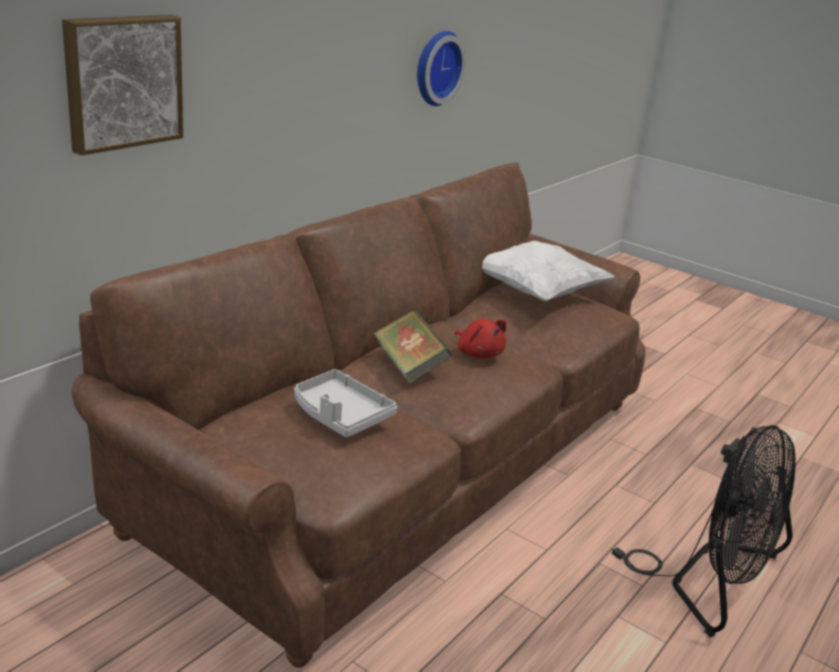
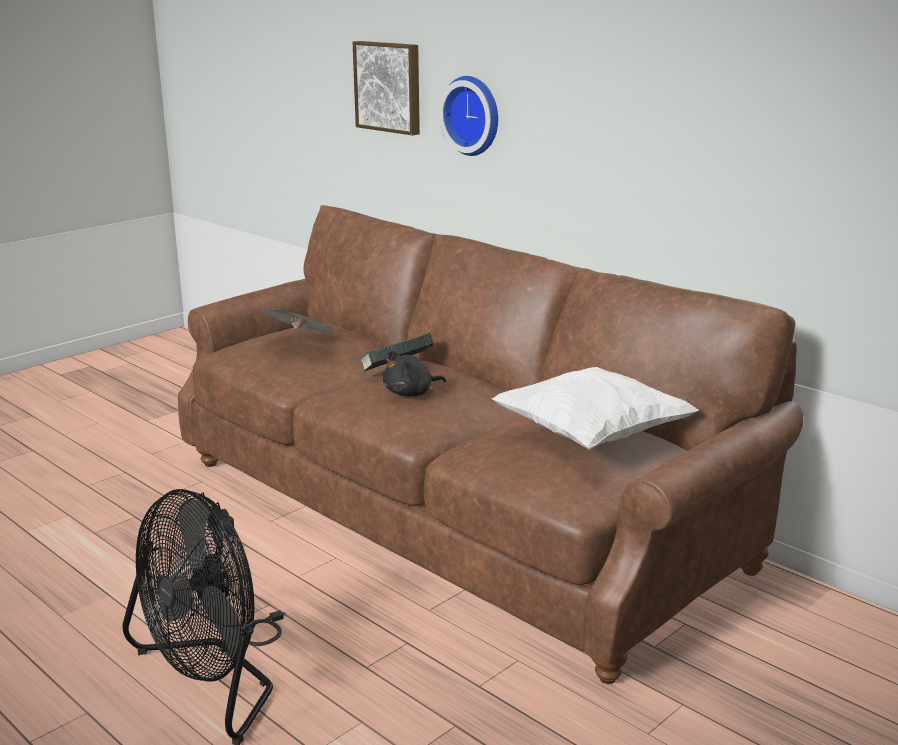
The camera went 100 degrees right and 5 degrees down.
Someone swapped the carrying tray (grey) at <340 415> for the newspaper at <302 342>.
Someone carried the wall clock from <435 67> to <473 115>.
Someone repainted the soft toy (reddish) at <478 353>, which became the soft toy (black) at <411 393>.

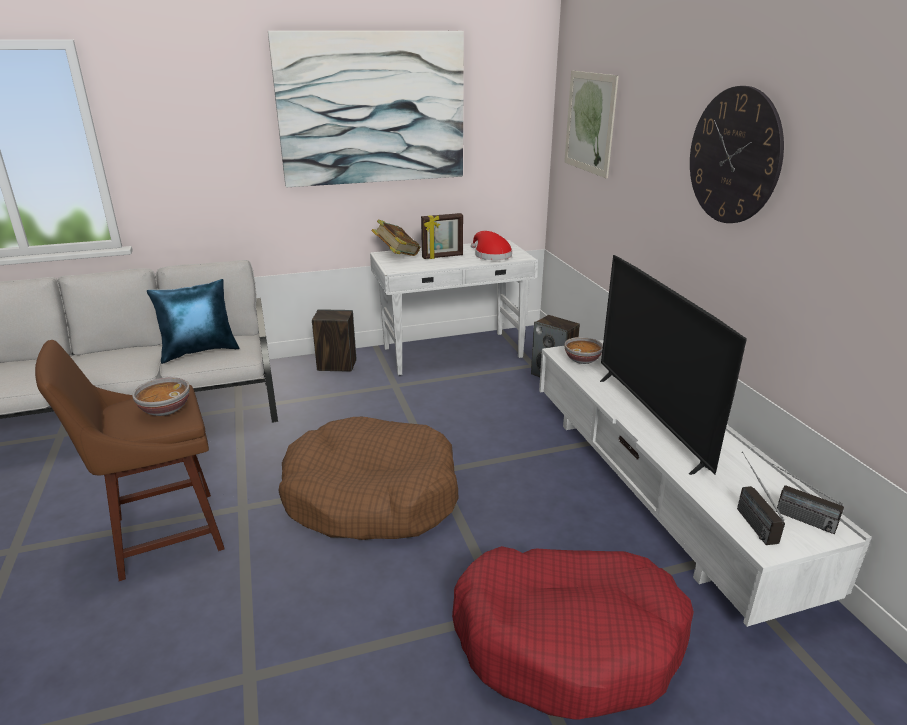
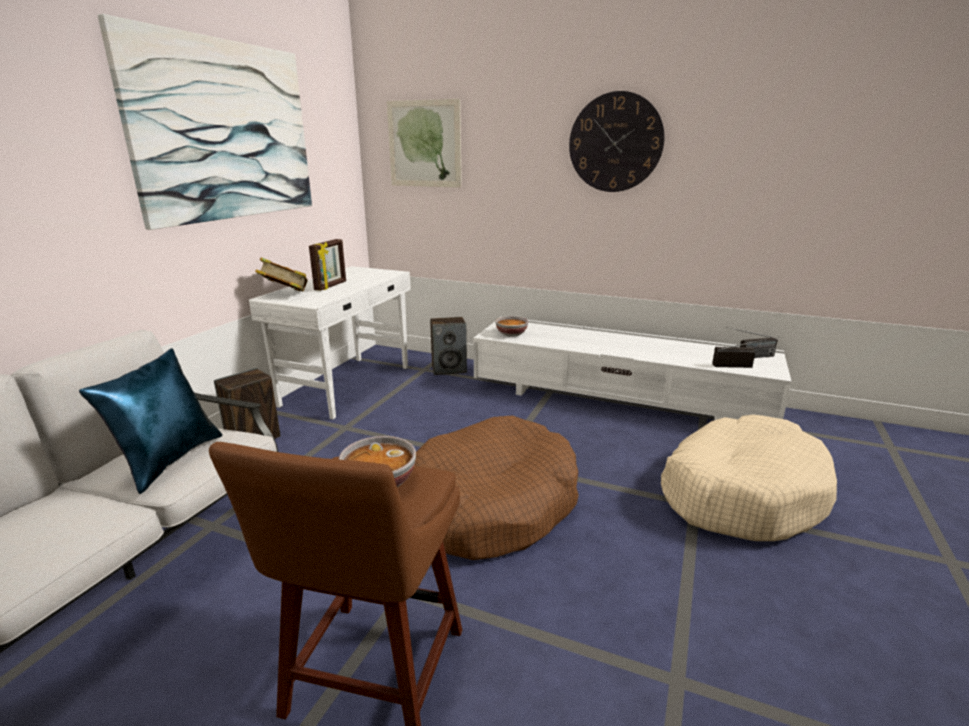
The camera went 50 degrees left and 5 degrees down.
Someone repainted the dog cushion (reddish) at <568 641>, which became the dog cushion (sand-coloured) at <740 493>.
Someone took away the clothing hat (reddish) at <491 255>.
Someone took away the TV at <651 420>.
Someone rotated the radio at <747 516> by 150 degrees clockwise.

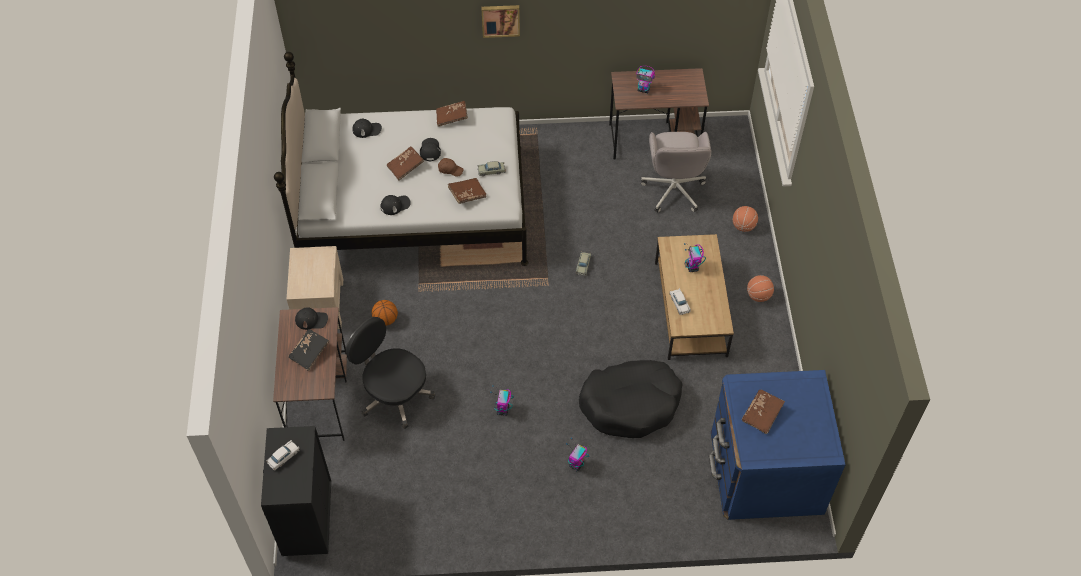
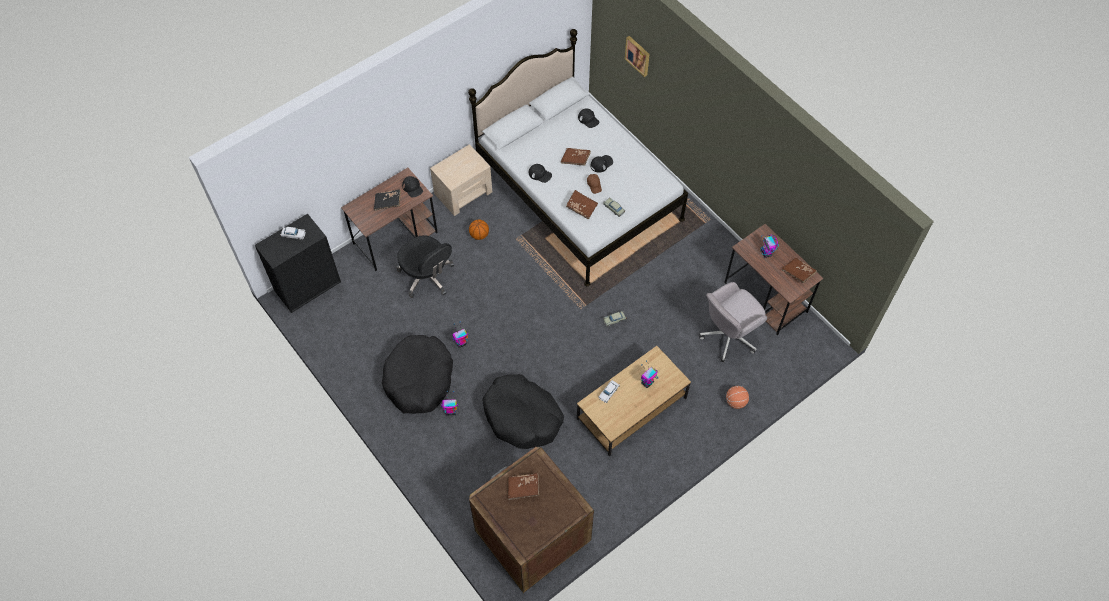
The camera went 55 degrees right and 5 degrees up.
Someone rotated the computer chair (black) at <394 395> by 135 degrees clockwise.
Someone carried the volume (brownish) from <452 117> to <798 273>.
Someone carried the wall picture from <500 20> to <638 55>.
Someone repainted the drawer chest (blue) at <764 471>, which became the drawer chest (brownish) at <530 533>.
Someone took away the basketball ball at <758 296>.
Someone put down the dog cushion (black) at <419 379>.

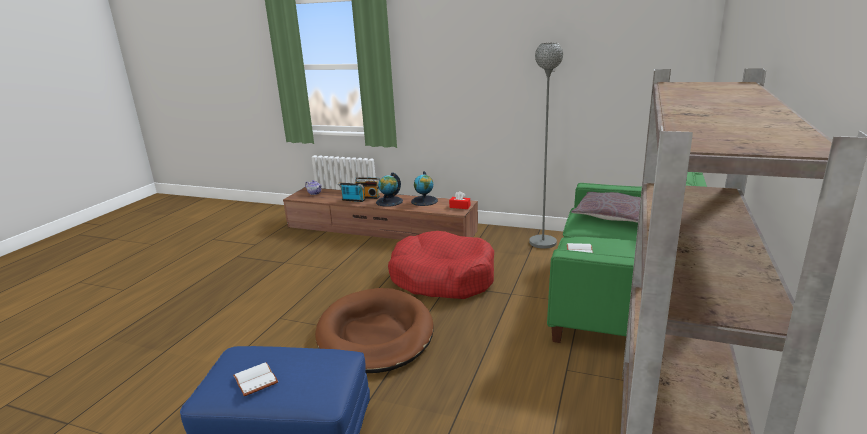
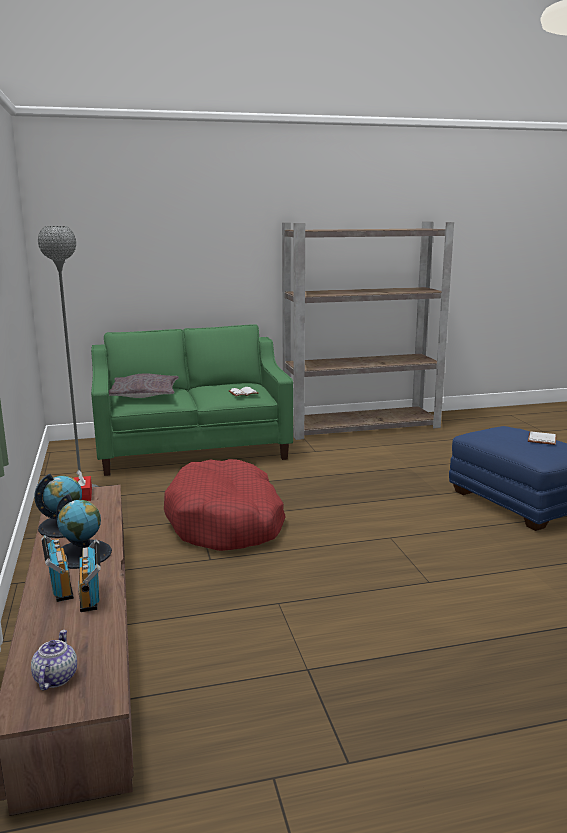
The camera went 125 degrees left and 5 degrees down.
Someone took away the dog cushion (brownish) at <375 334>.

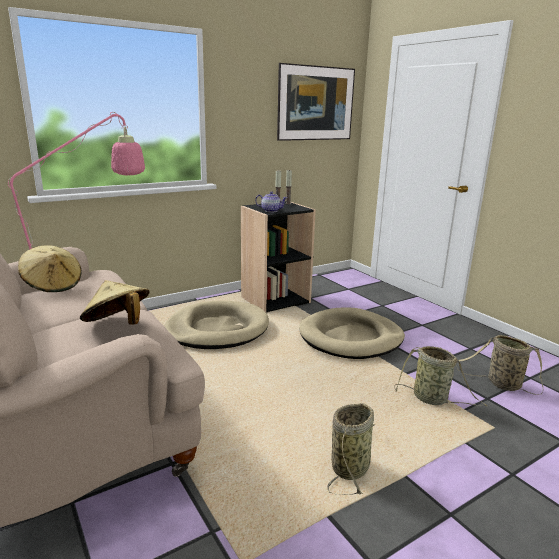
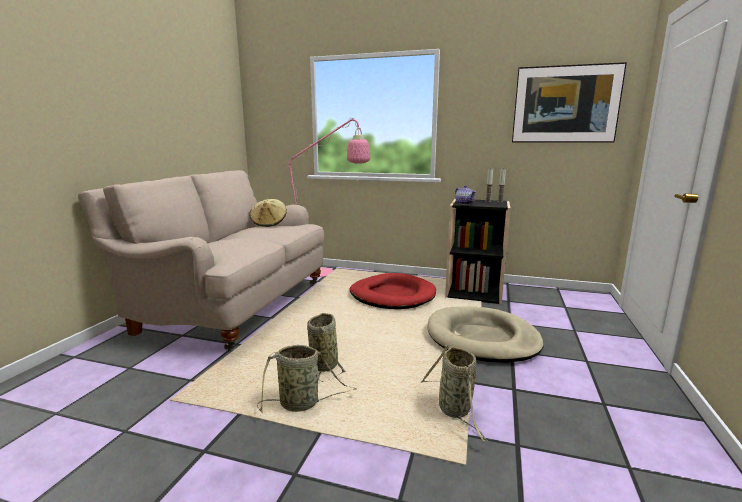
The camera went 50 degrees right and 5 degrees down.
Someone took away the clothing hat (sand-coloured) at <118 325>.
Someone repainted the dog cushion (sand-coloured) at <217 329>, which became the dog cushion (reddish) at <392 295>.
Someone carried the storage basket from <501 384> to <324 364>.

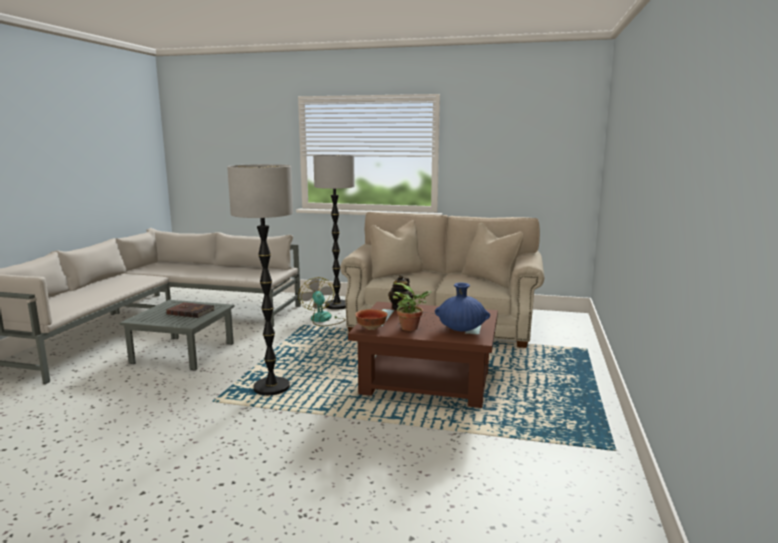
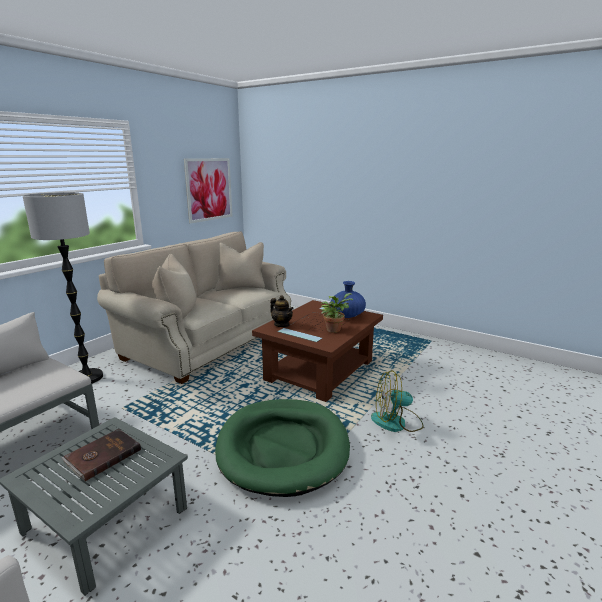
The camera went 70 degrees left and 5 degrees up.
Someone swapped the floor lamp at <272 388> for the dog cushion (green) at <283 448>.
Someone carried the cooling fan from <323 320> to <396 422>.
Someone took away the serving bowl at <371 328>.
Someone put up the wall picture at <209 189>.

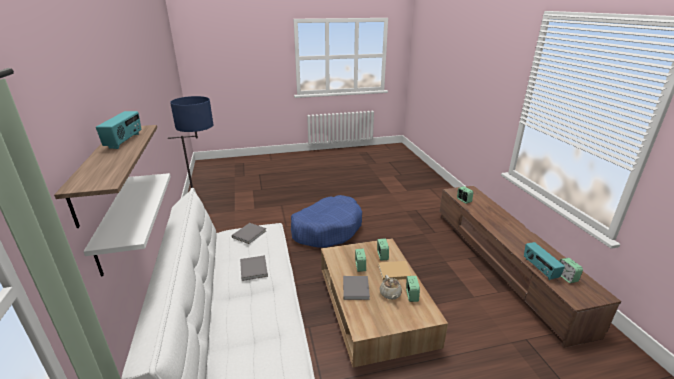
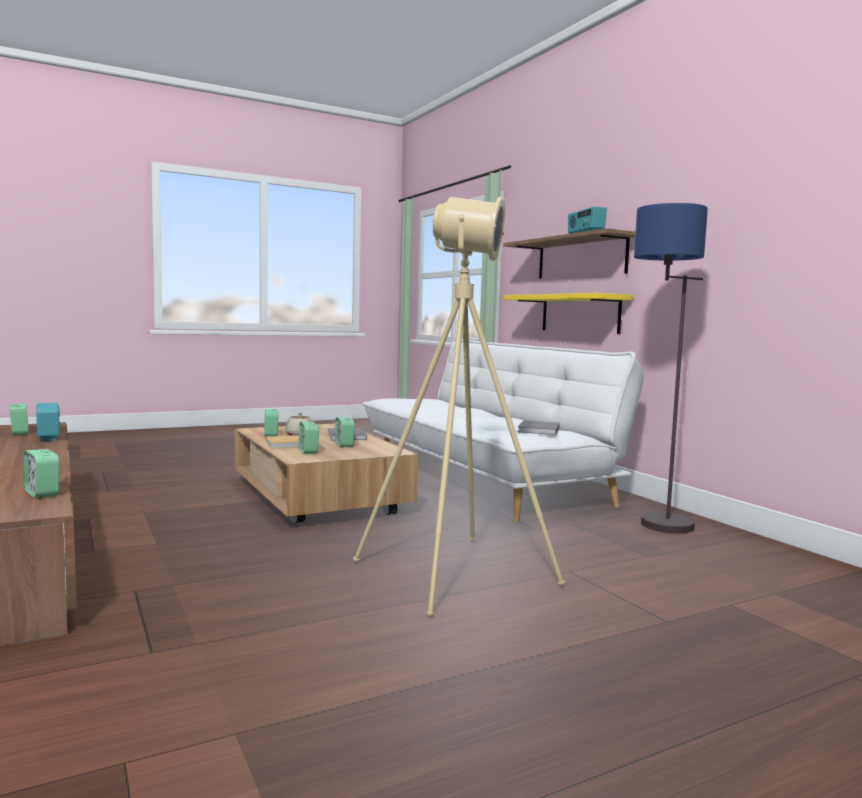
The camera went 165 degrees right and 20 degrees down.
Someone repainted the shelf (whitish) at <114 223>, which became the shelf (yellow) at <580 314>.
Someone took away the volume (grey) at <254 269>.
Someone swapped the dog cushion (blue) at <327 229> for the floor lamp (sand-coloured) at <455 573>.

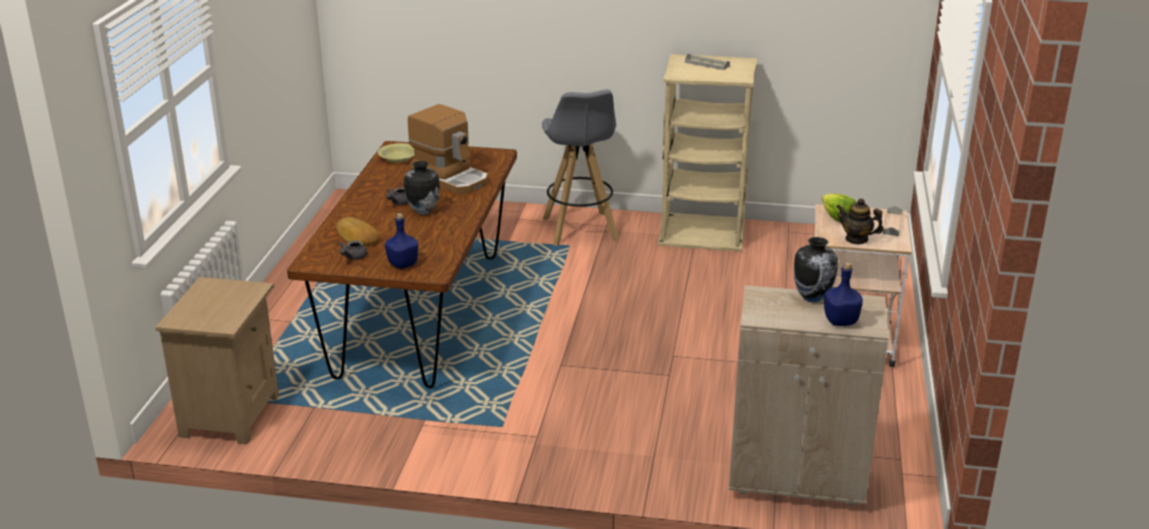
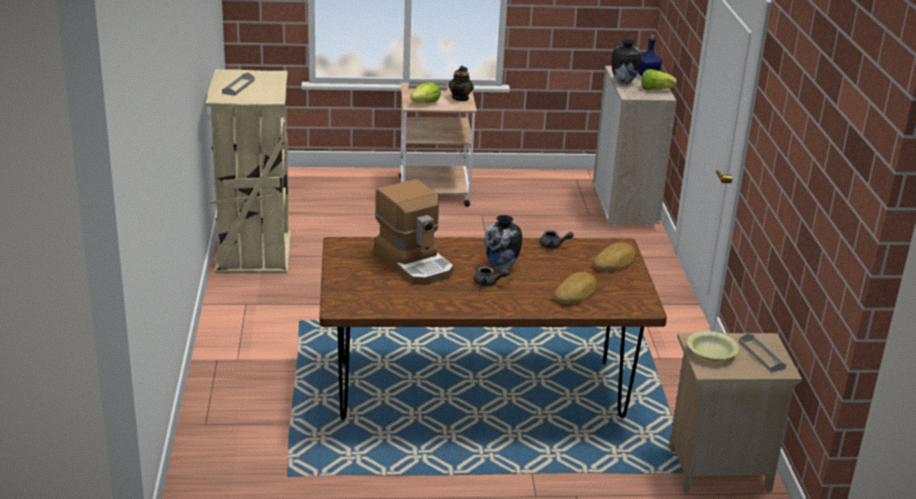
The camera went 105 degrees left and 0 degrees up.
Someone carried the tea pot (grey) from <352 257> to <553 245>.
Someone carried the serving bowl (yellow) from <398 158> to <711 353>.
Someone swapped the bottle (blue) at <402 264> for the bread at <615 262>.
Someone rotated the coffee brewer at <451 178> by 120 degrees clockwise.
Someone took away the stool seat (grey) at <579 230>.
Someone put down the lettuce at <655 89>.
Someone put down the carrying tray (grey) at <761 355>.

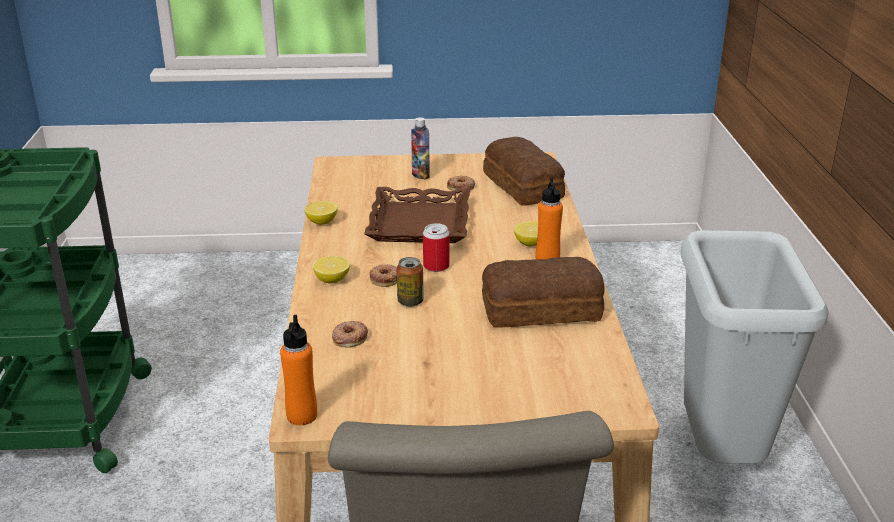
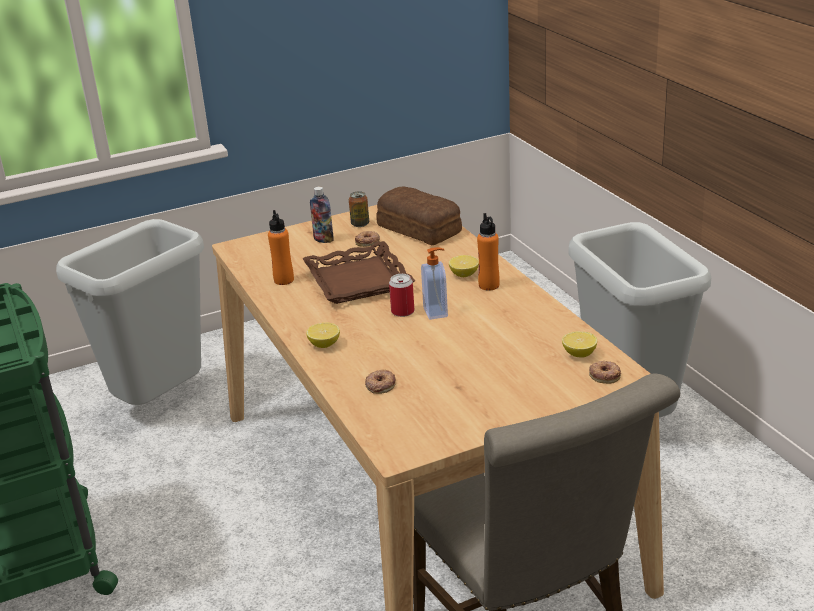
The camera went 20 degrees left and 0 degrees up.
Someone carried the bottle (orange-coloured) from <302 416> to <284 280>.
Someone carried the citrus fruit from <321 222> to <579 354>.
Someone carried the doughnut from <385 278> to <605 375>.
Someone carried the sealed can from <410 301> to <360 224>.
Someone took away the bread at <539 309>.
Someone put down the waste bin (grey) at <160 402>.
Someone put down the soap bottle at <436 312>.

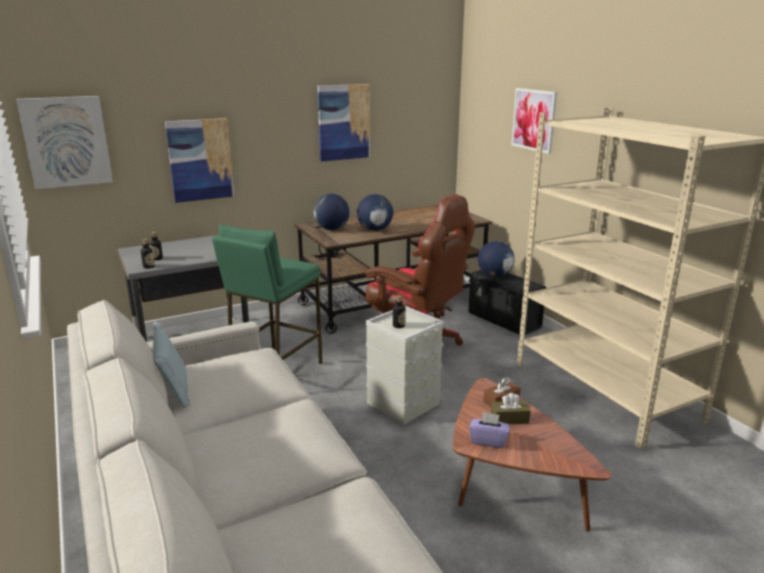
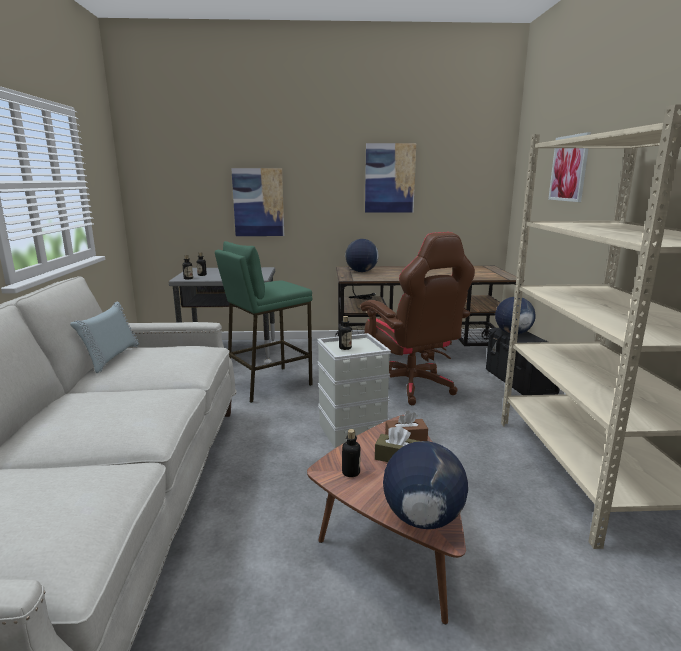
The camera went 25 degrees right and 5 degrees down.
Someone took away the wall picture at <66 142>.
Someone carried the desk globe from <374 230> to <422 518>.
Someone swapped the box of tissues (purplish) at <488 440> for the bottle at <351 472>.

